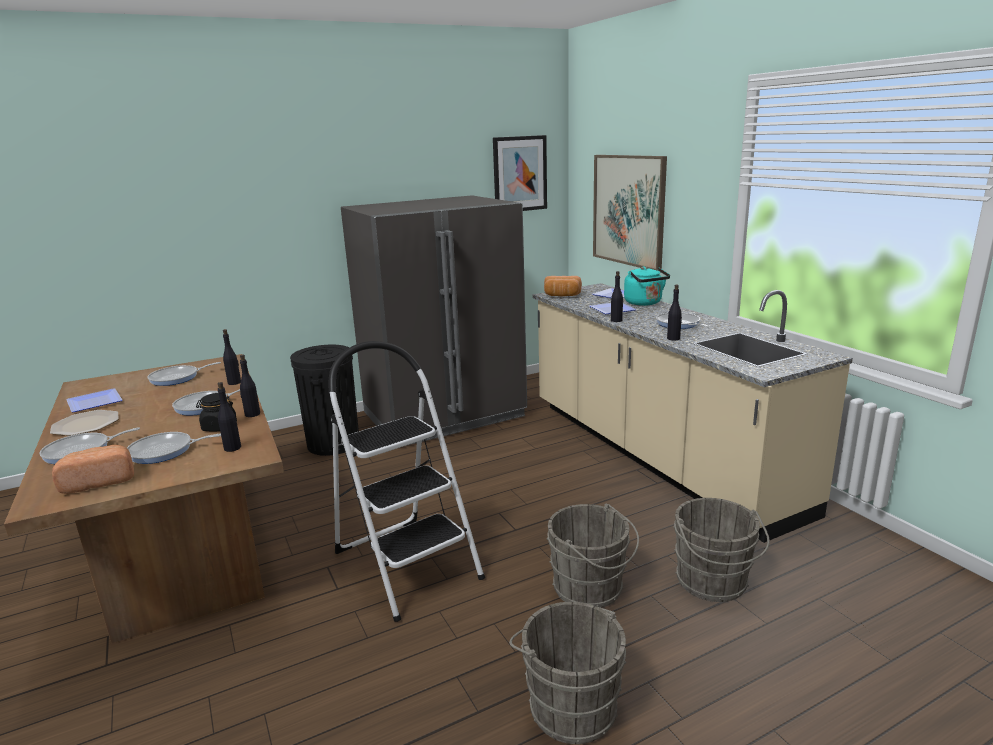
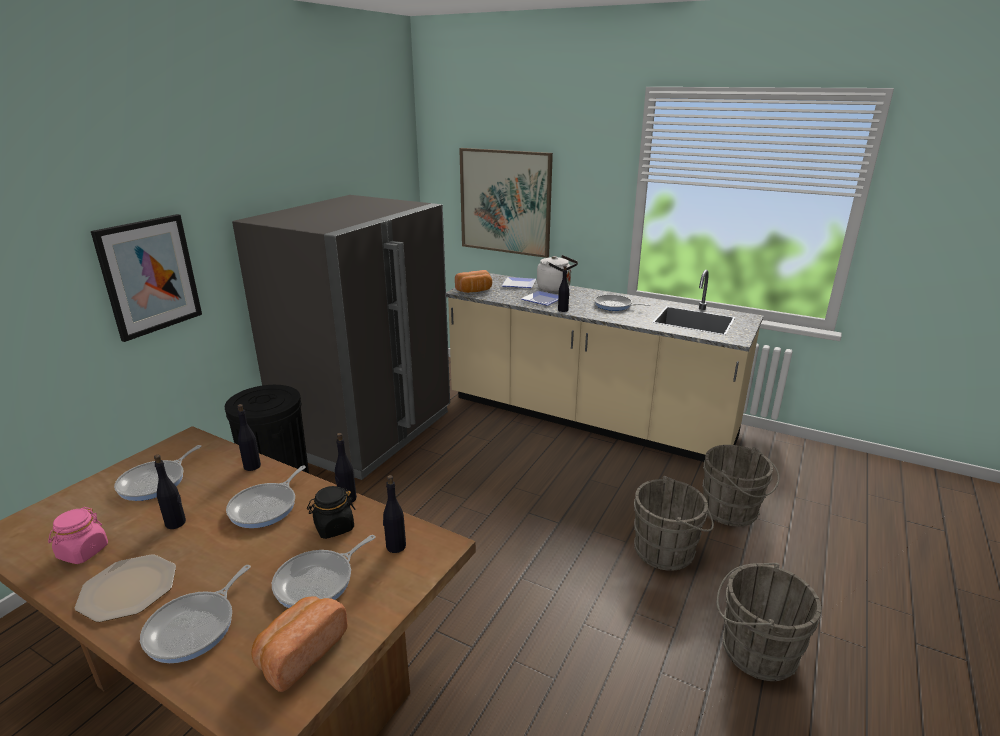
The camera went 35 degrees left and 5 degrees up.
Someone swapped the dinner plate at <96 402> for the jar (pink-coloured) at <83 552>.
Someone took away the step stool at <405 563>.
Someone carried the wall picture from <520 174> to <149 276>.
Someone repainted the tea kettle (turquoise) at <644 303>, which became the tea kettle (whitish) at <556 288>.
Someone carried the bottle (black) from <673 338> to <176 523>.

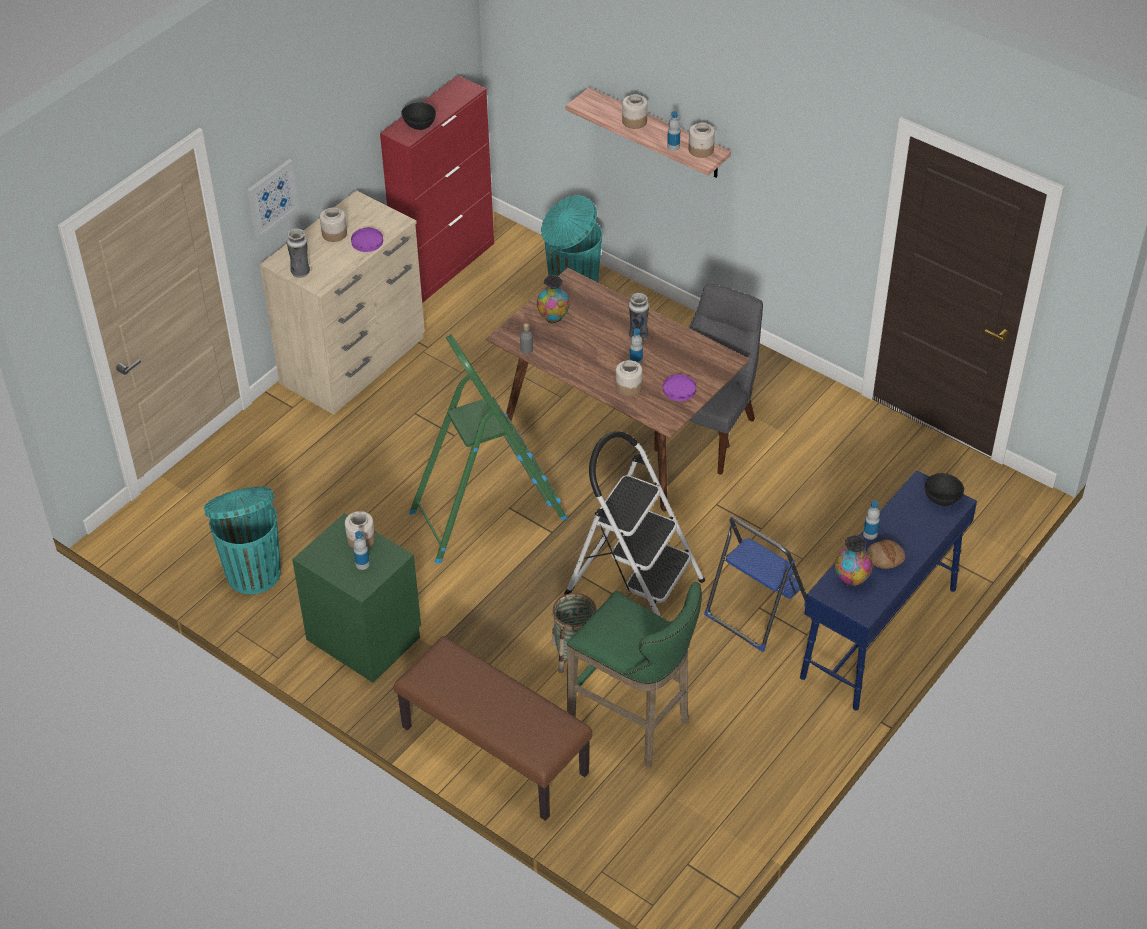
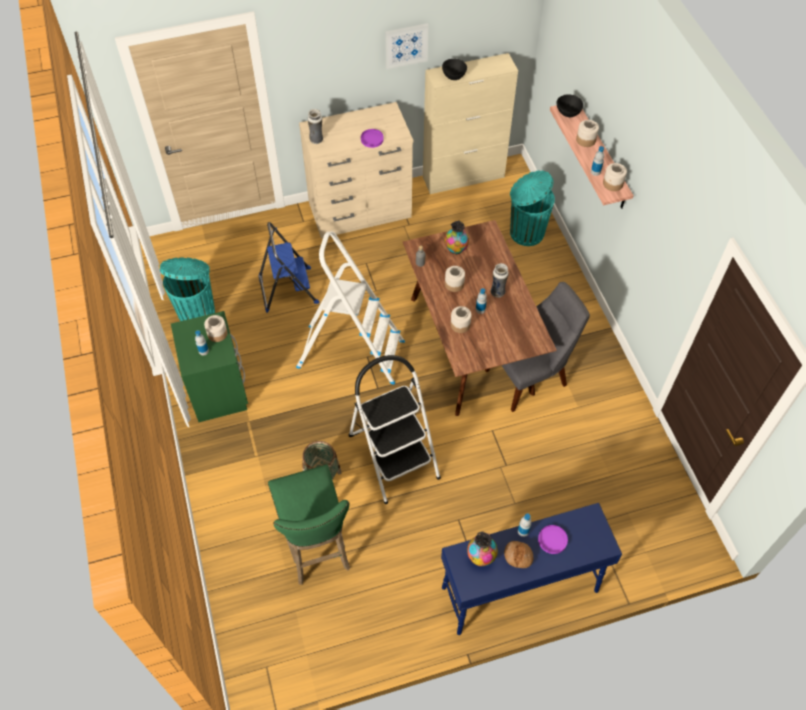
The camera went 35 degrees right and 10 degrees up.
Someone carried the wall picture from <272 197> to <406 45>.
Someone carried the jar from <334 233> to <454 284>.
Someone repainted the storage cabinet (reddish) at <446 265>, which became the storage cabinet (sand-coloured) at <464 177>.
Someone took away the indoor bench (brownish) at <493 751>.
Someone repainted the step stool (green) at <489 515>, which became the step stool (whitish) at <351 354>.
Someone carried the dinner plate (purplish) from <679 389> to <552 540>.
Someone carried the step stool (blue) from <754 611> to <285 289>.
Someone carried the serving bowl (black) from <941 498> to <568 112>.

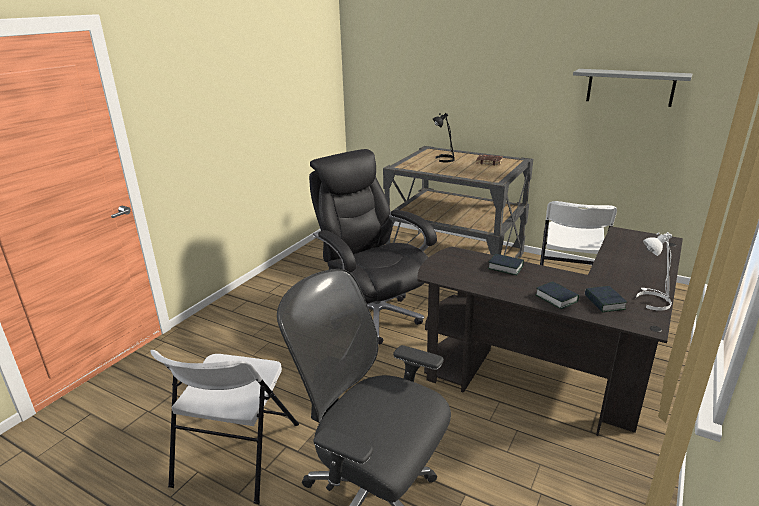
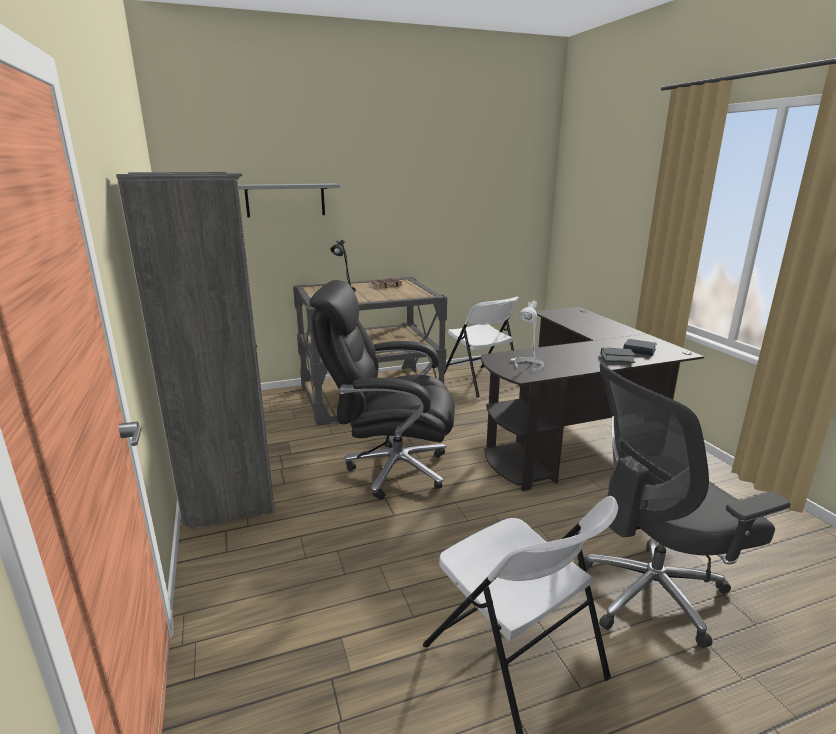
The camera went 50 degrees left and 5 degrees down.
Someone took away the volume at <505 267>.
Someone carried the shelf (grey) from <630 87> to <285 200>.
Someone carried the table lamp (whitish) from <651 300> to <527 365>.
Someone put down the storage cabinet (grey) at <230 501>.

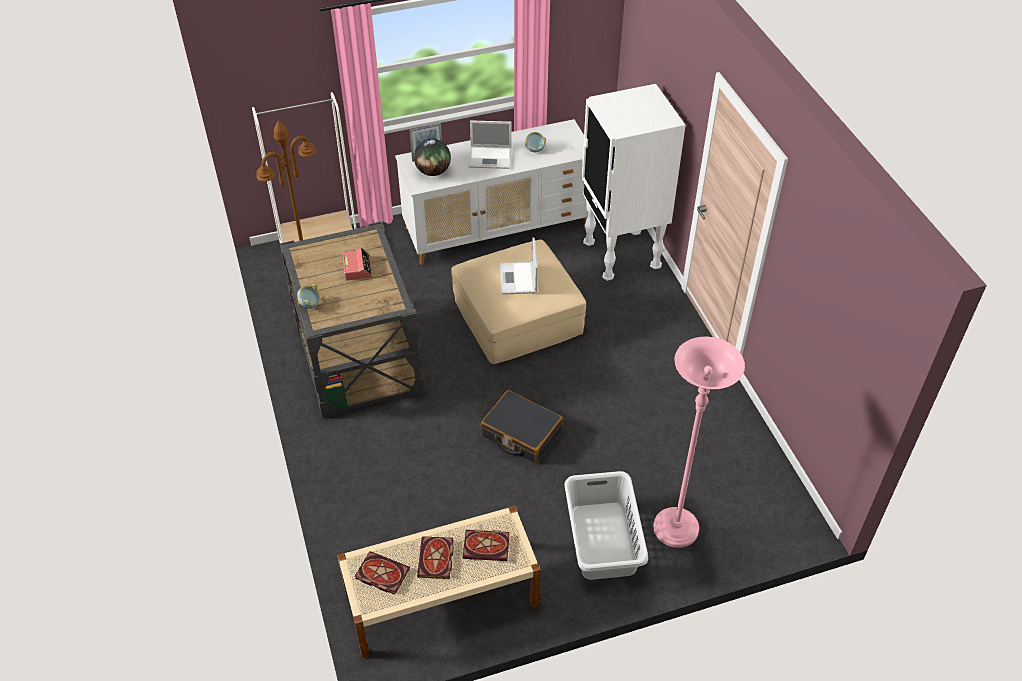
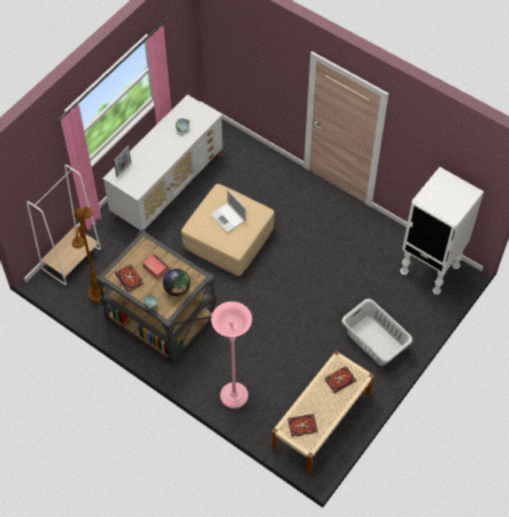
The camera went 35 degrees left and 10 degrees up.
Someone carried the desk globe from <433 171> to <177 289>.
Someone carried the volume from <436 560> to <130 279>.
Someone took away the portable computer at <491 157>.
Someone took away the travel case (black) at <521 434>.
Someone carried the storage cabinet (whitish) from <621 254> to <430 269>.
Someone carried the floor lamp (pink-coloured) from <675 529> to <234 396>.

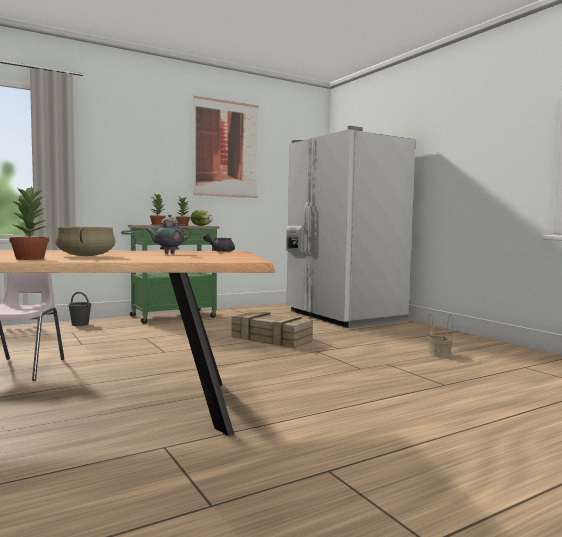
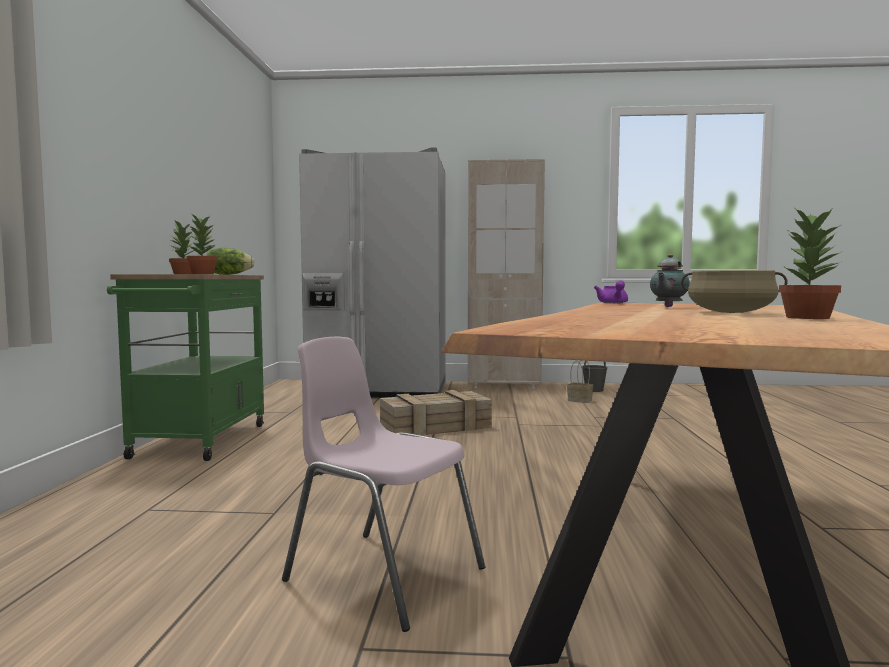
The camera went 55 degrees left and 0 degrees up.
Someone carried the bucket (grey) from <80 324> to <593 390>.
Someone took away the wall picture at <226 148>.
Someone repainted the tea pot (grey) at <220 251>, which became the tea pot (purplish) at <613 303>.
Someone put down the storage cabinet (sand-coloured) at <504 385>.

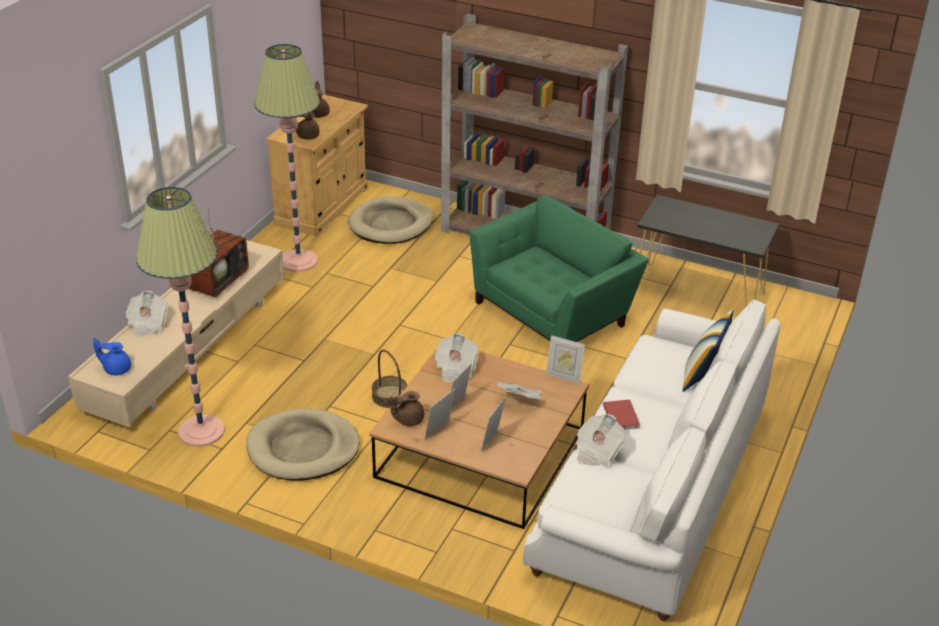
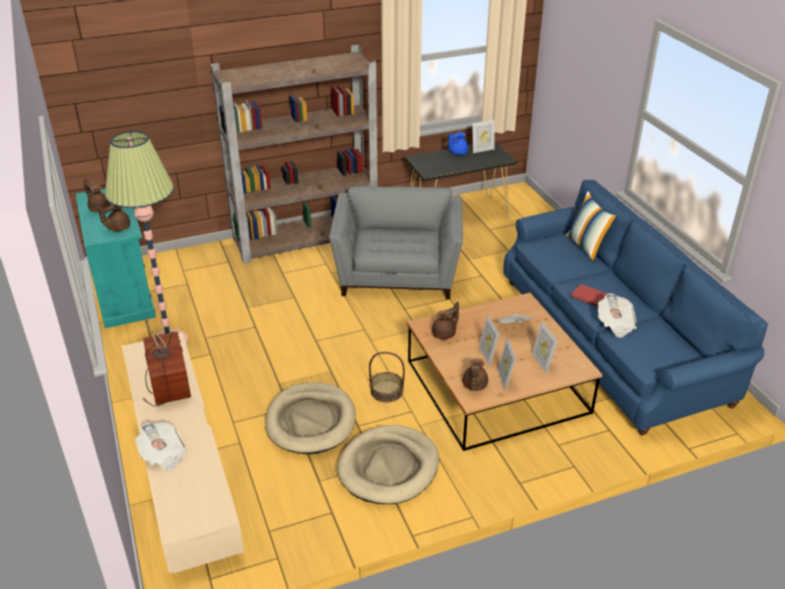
The camera went 45 degrees left and 0 degrees up.
Someone carried the tea pot (blue) from <116 369> to <457 153>.
Someone took away the floor lamp at <201 431>.
Someone repainted the storage cabinet (sand-coloured) at <322 206>, which became the storage cabinet (turquoise) at <124 294>.
Someone carried the dog cushion (sand-coloured) from <391 224> to <311 421>.
Someone swapped the newspaper at <455 368> for the tea pot (brownish) at <445 334>.
Someone repainted the easy chair (green) at <553 312>, which became the easy chair (grey) at <398 273>.
Someone repainted the settee (whitish) at <652 489>, which became the settee (blue) at <612 340>.
Someone carried the photo frame from <563 376> to <482 150>.

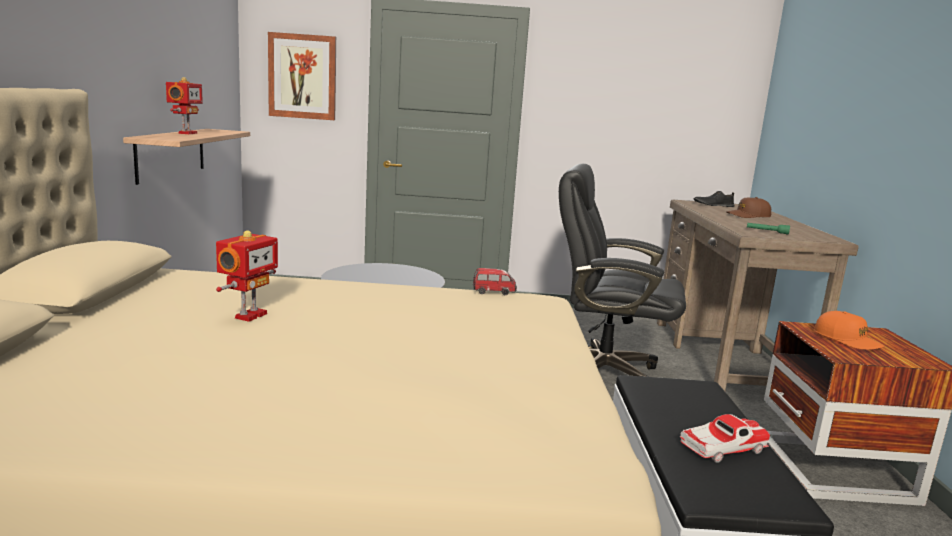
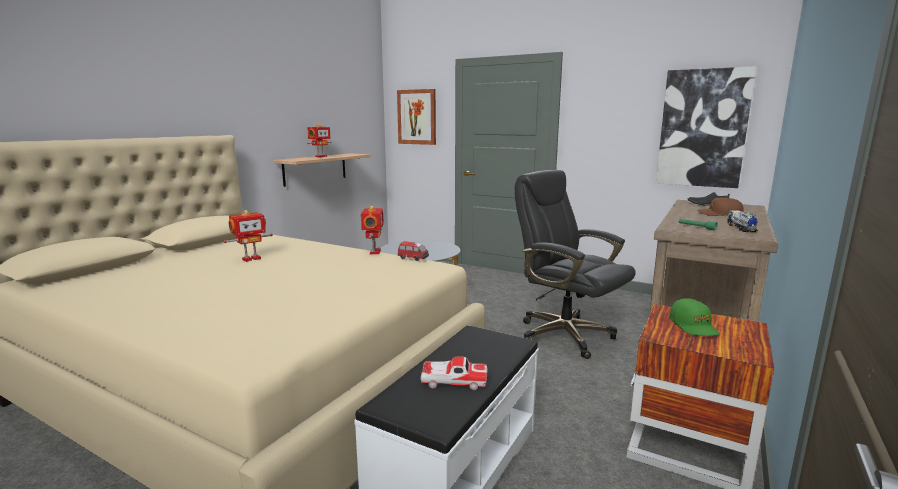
The camera went 30 degrees right and 0 degrees up.
Someone repainted the baseball cap (orange-coloured) at <847 340>, which became the baseball cap (green) at <693 326>.
Someone put down the robot figure at <374 252>.
Someone put up the wall picture at <702 128>.
Someone put down the model truck at <741 228>.

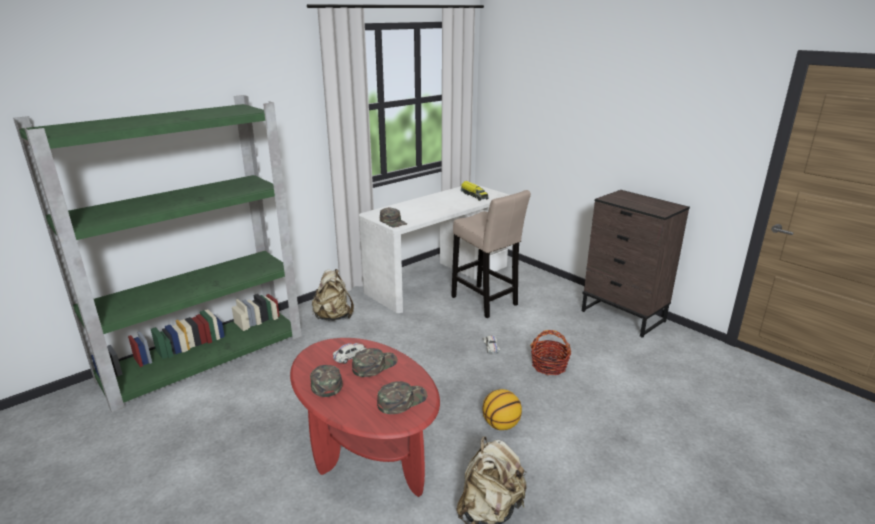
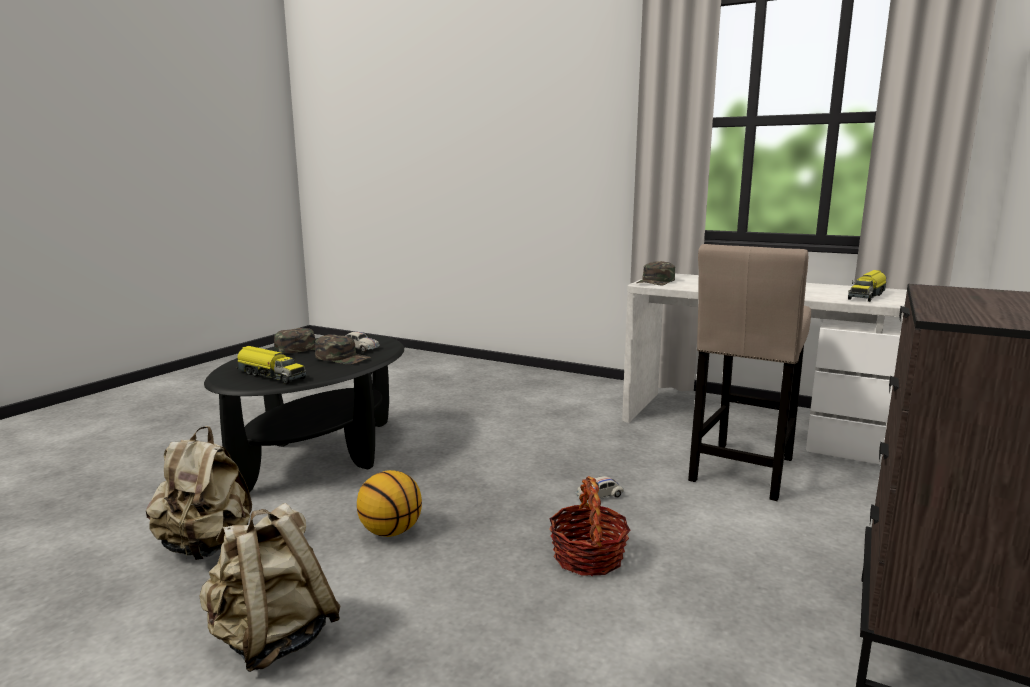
The camera went 70 degrees right and 10 degrees down.
Someone took away the bookcase (green) at <204 356>.
Someone repainted the lounge table (reddish) at <366 447>, which became the lounge table (black) at <320 456>.
Someone carried the knapsack (sand-coloured) from <333 317> to <272 639>.
Someone swapped the baseball cap (green) at <401 400> for the model truck at <270 375>.

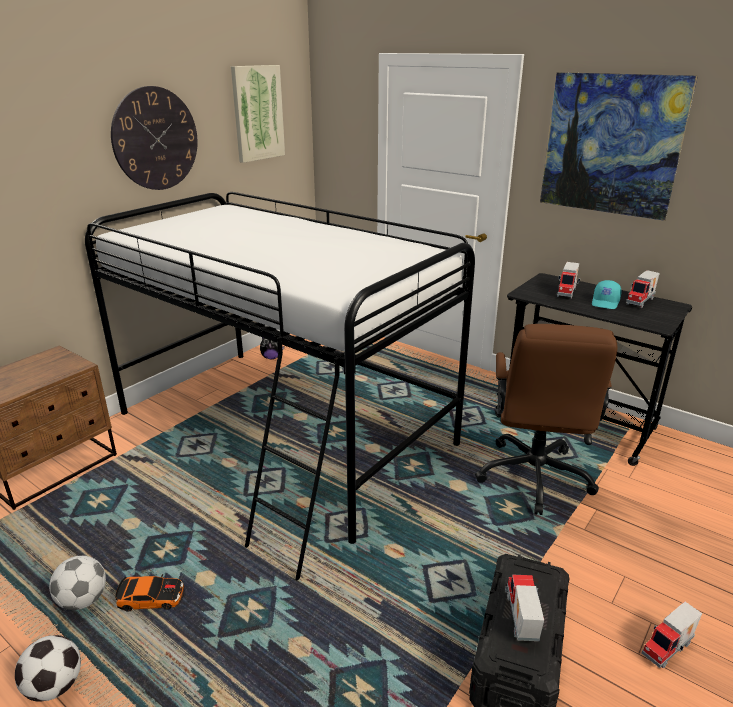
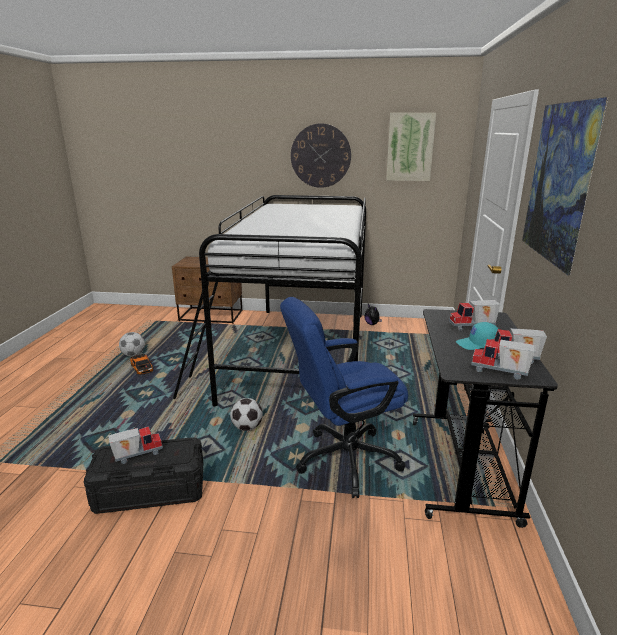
The camera went 60 degrees right and 5 degrees down.
Someone carried the football from <54 686> to <247 427>.
Someone repainted the computer chair (brownish) at <534 480>, which became the computer chair (blue) at <343 461>.
Someone carried the model truck from <668 649> to <499 372>.

